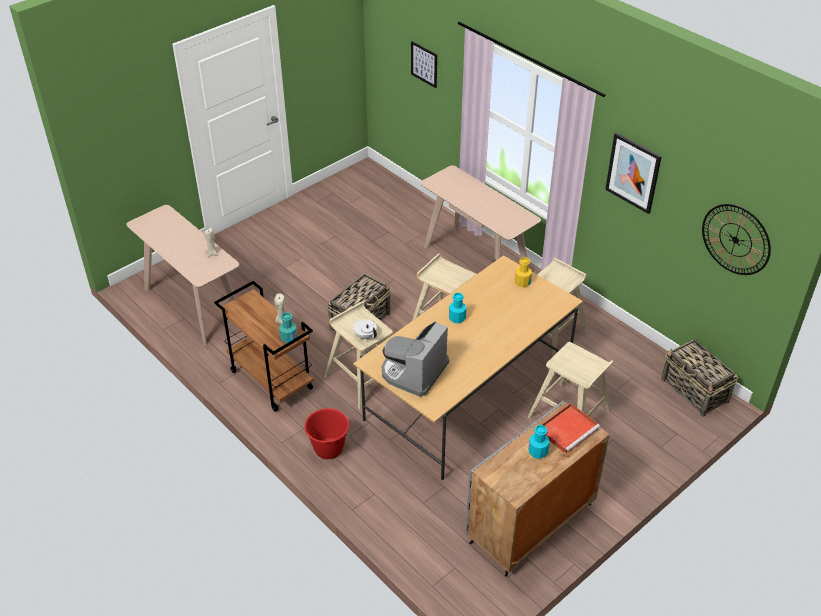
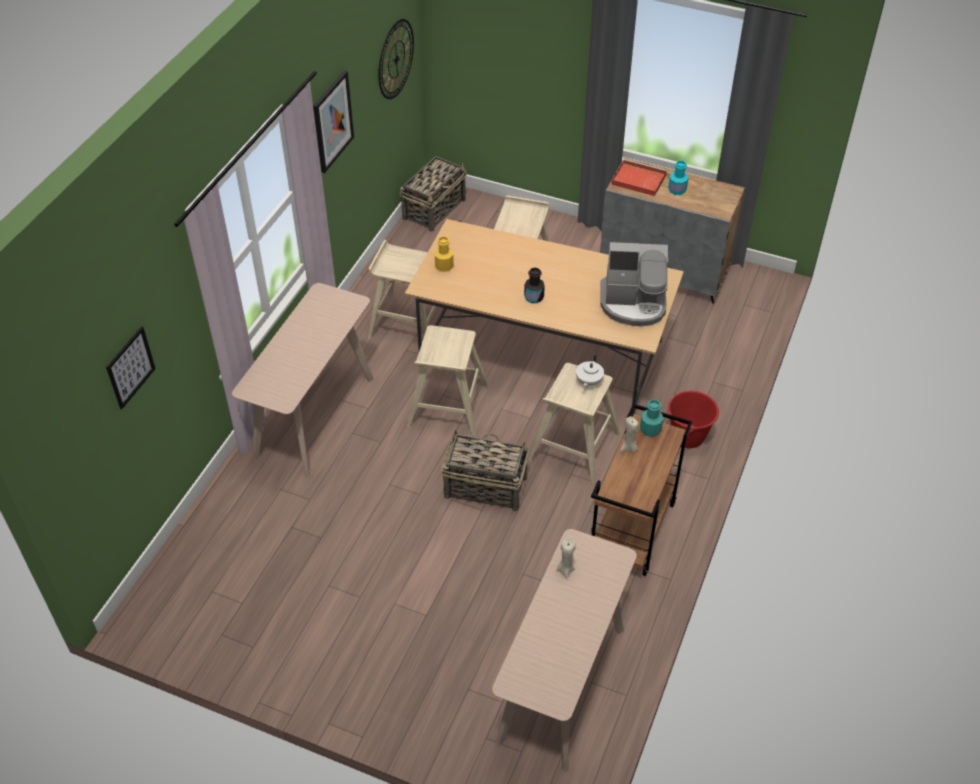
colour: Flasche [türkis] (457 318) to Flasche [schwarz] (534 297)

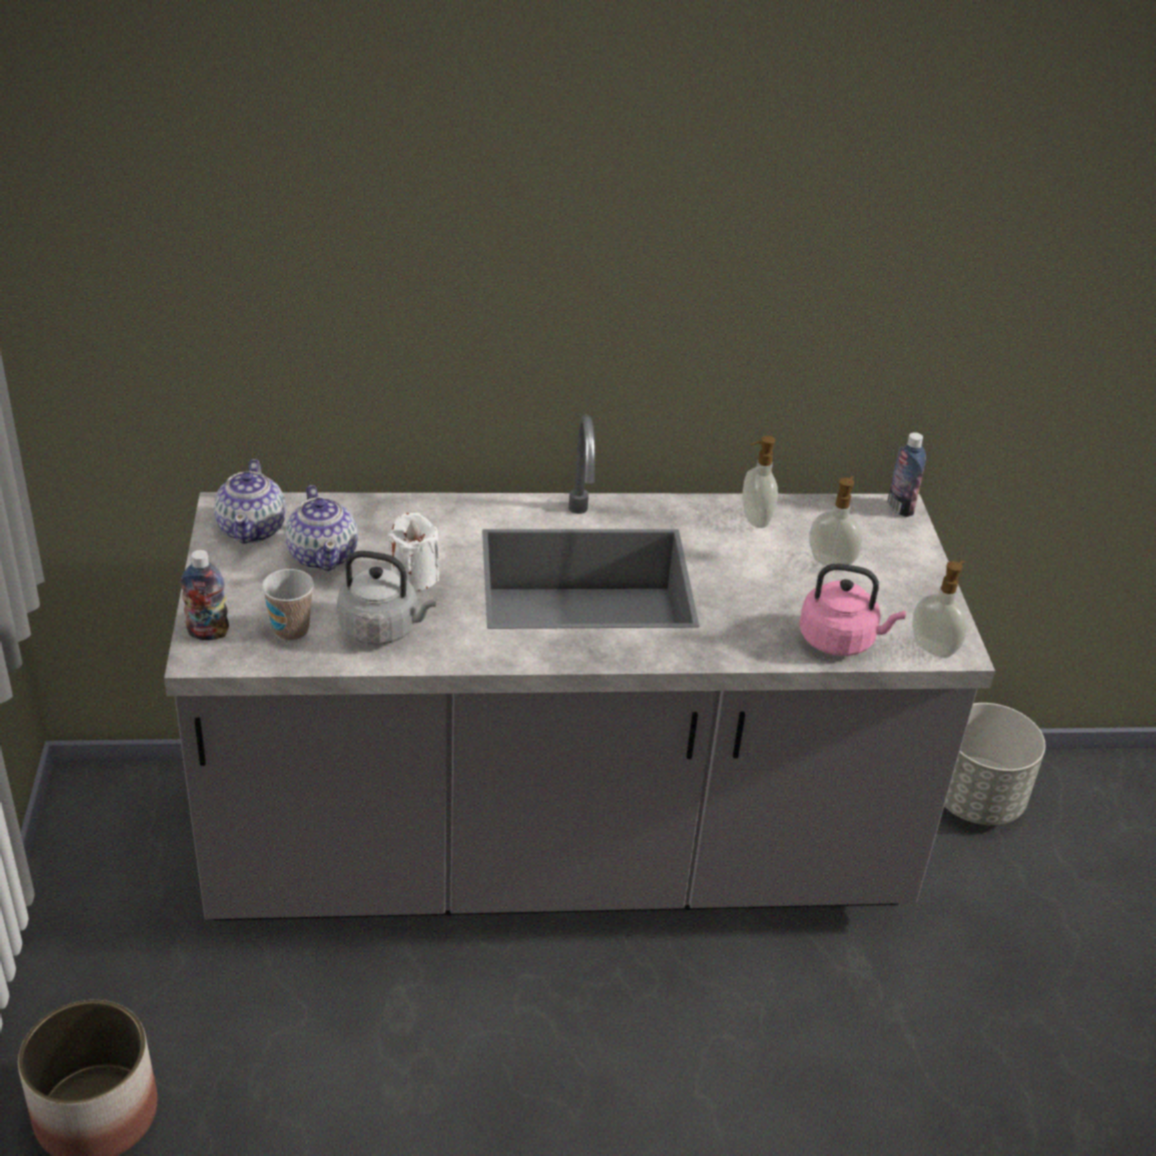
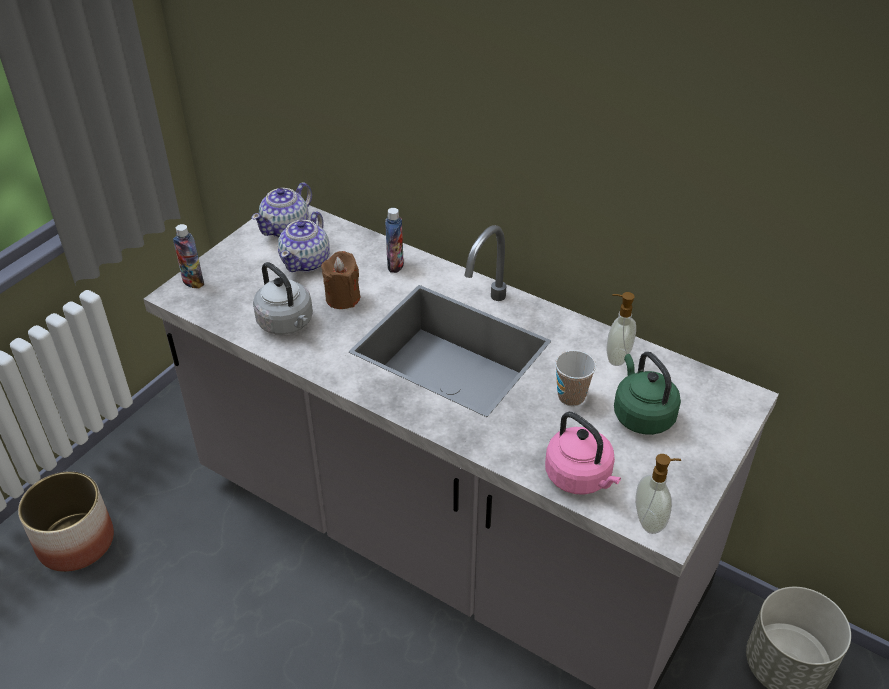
relocated: Flasche (900 508) to (395 265); Tasse (291 630) to (571 397)
exchanged: Seifenspender (831 562) to Wasserkessel [grün] (641 415)
colour: Kerze [weiß] (414 576) to Kerze [braun] (342 298)

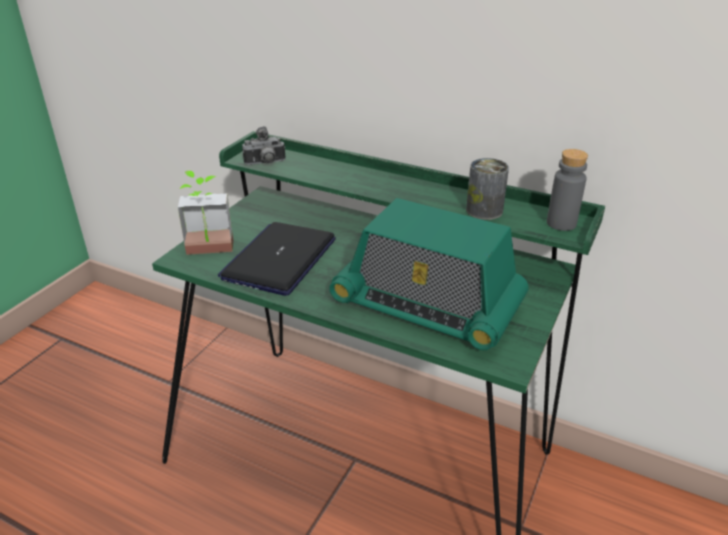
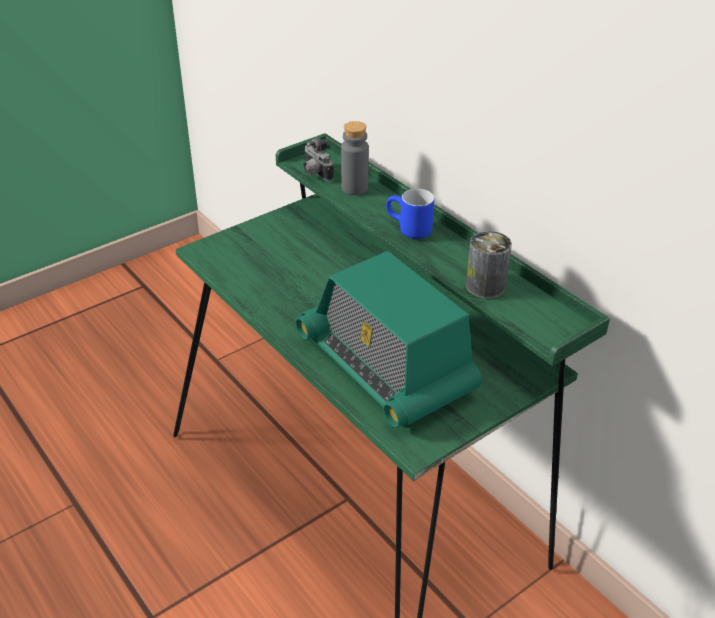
missing: Topfpflanze (209 252); Laptop (279 259)
appeared: Henkelbecher [blau] (407 230)
relocated: Flasche [grau] (561 223) to (354 188)
spun: Kamera (265 163) = (315 174) 45 degrees clockwise

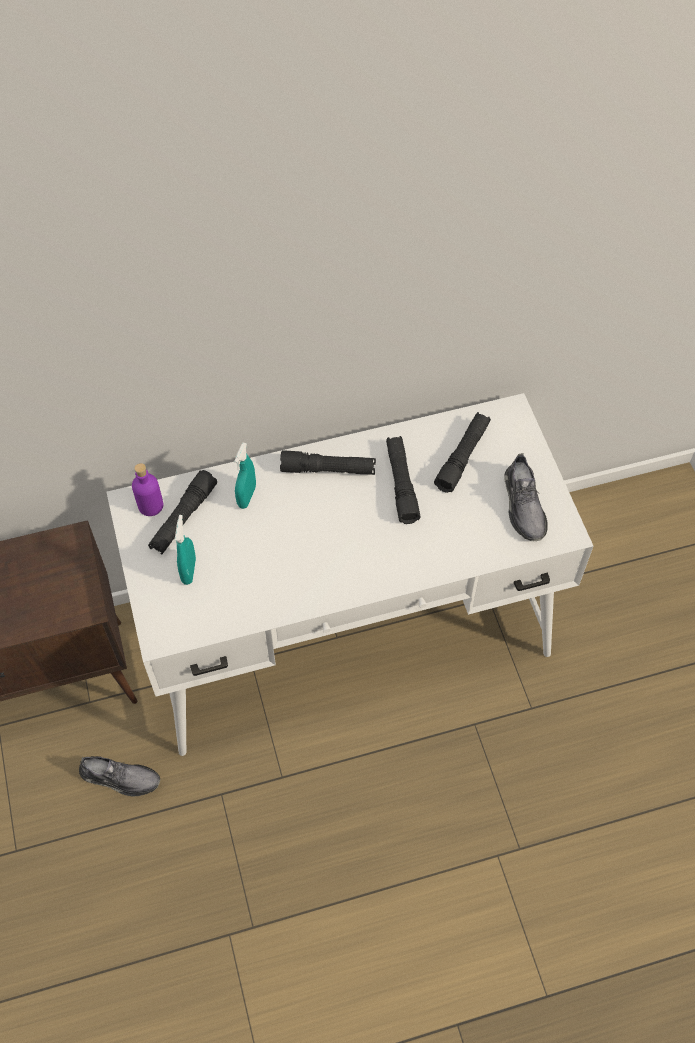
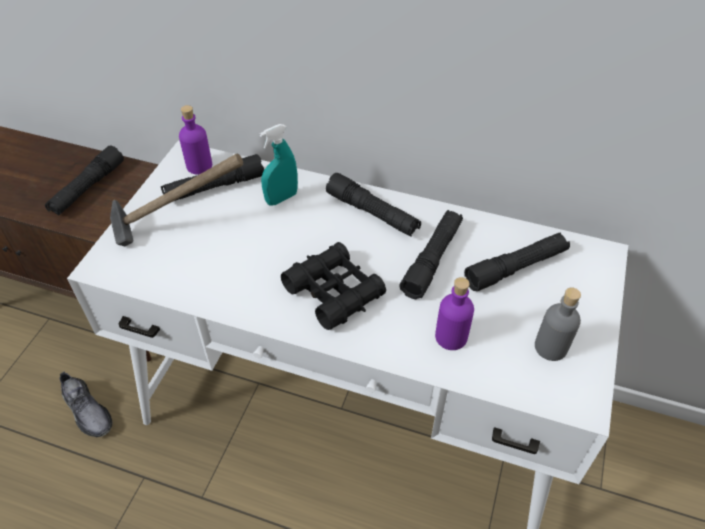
appeared: Taschenlampe [schwarz] (88 188); Fernglas [schwarz] (334 292); Flasche [lila] (451 337)
exchanged: Schuh [grau] (524 505) to Flasche [grau] (551 347); Sprühflasche [türkis] (189 571) to Hammer (177 228)

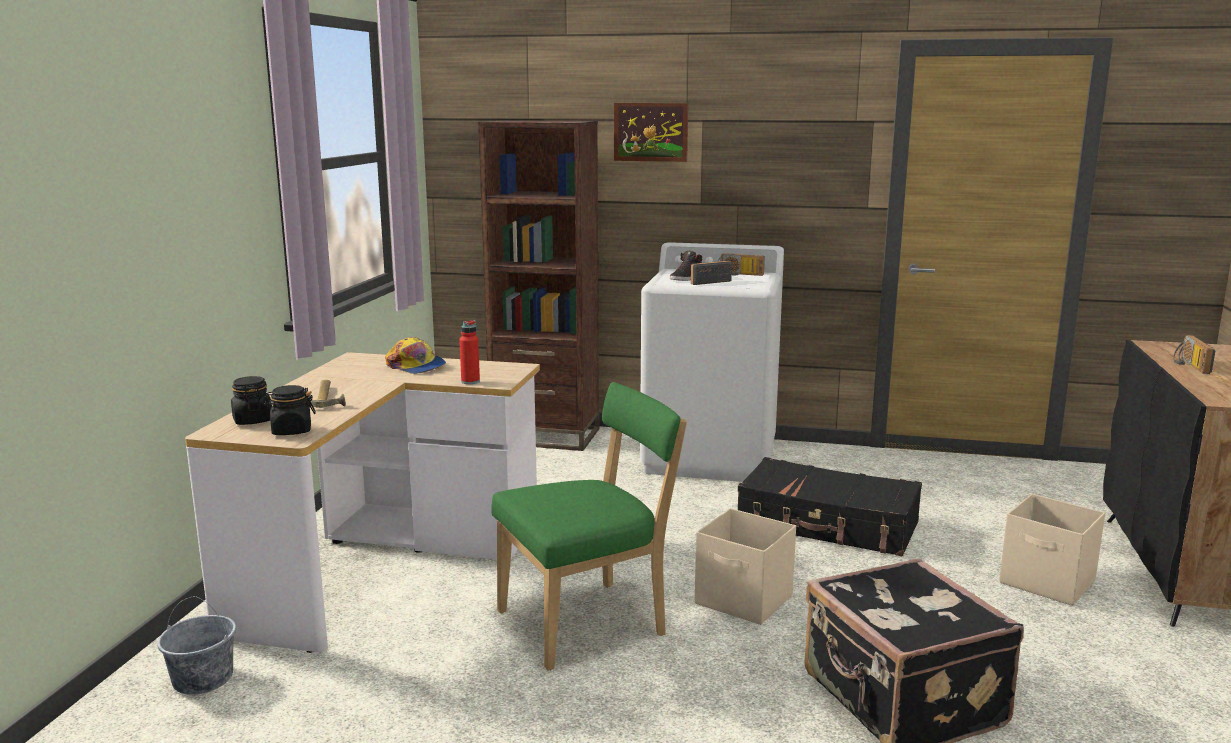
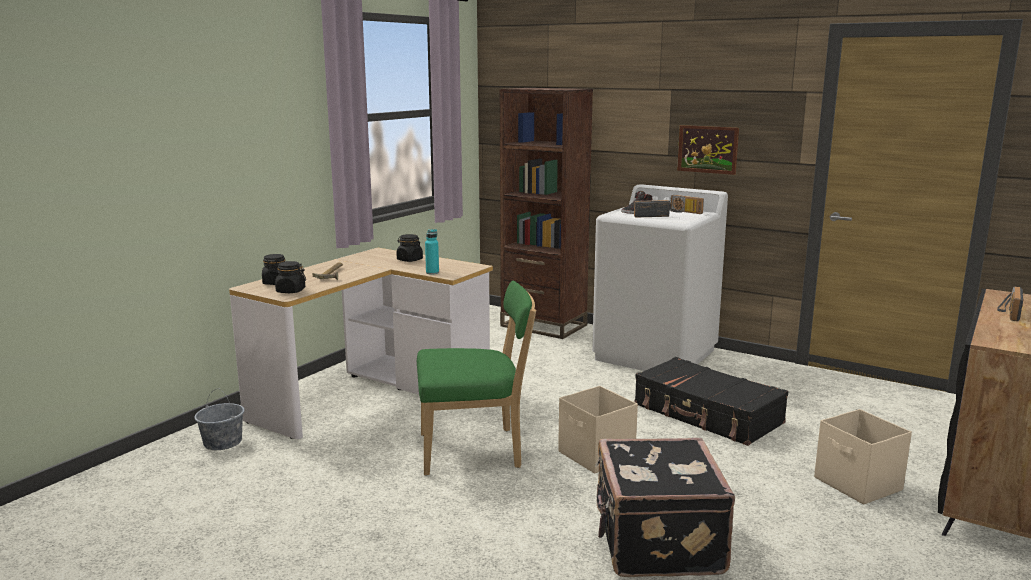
relocated: Bild (650 132) to (707 149)
exchanged: Kappe (416 366) to Vorratsglas [schwarz] (409 260)
colour: Flasche [rot] (470 381) to Flasche [türkis] (432 272)

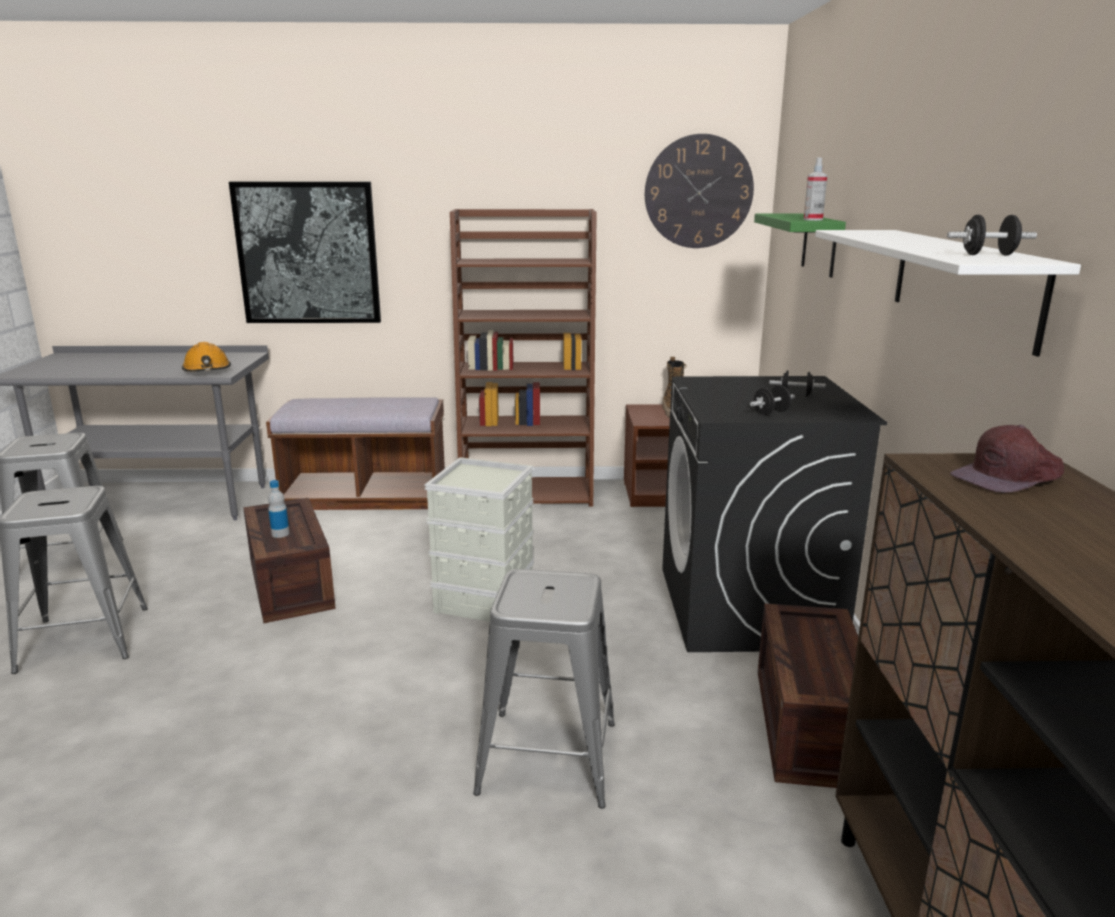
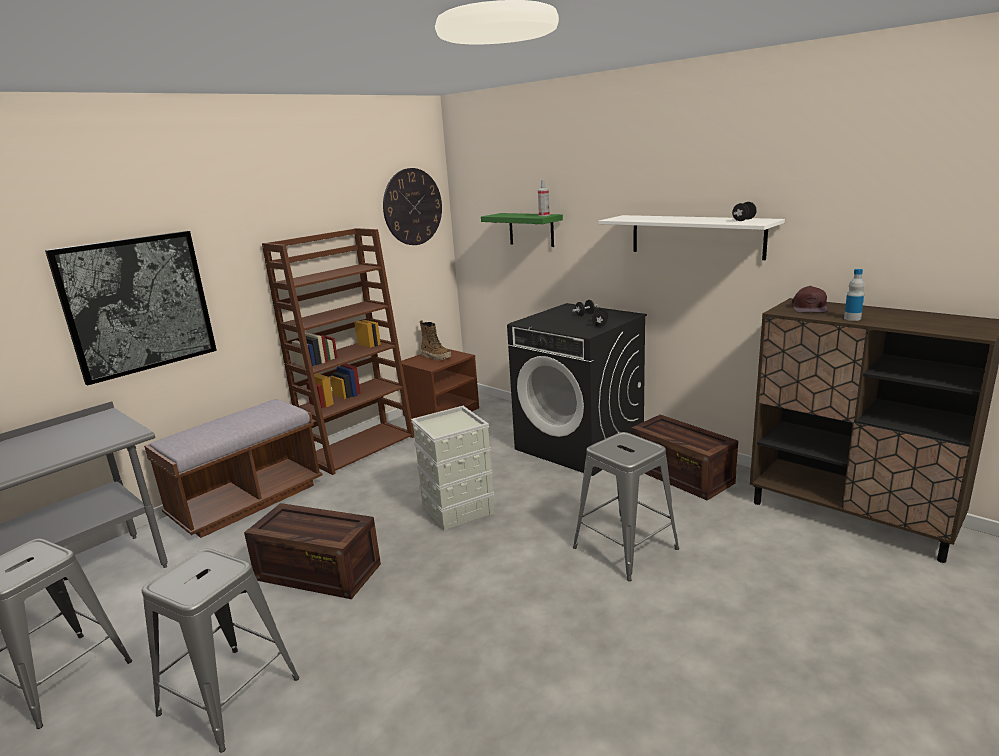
missing: Schutzhelm [orange] (207 370)
relocated: Flasche (280 534) to (852 318)

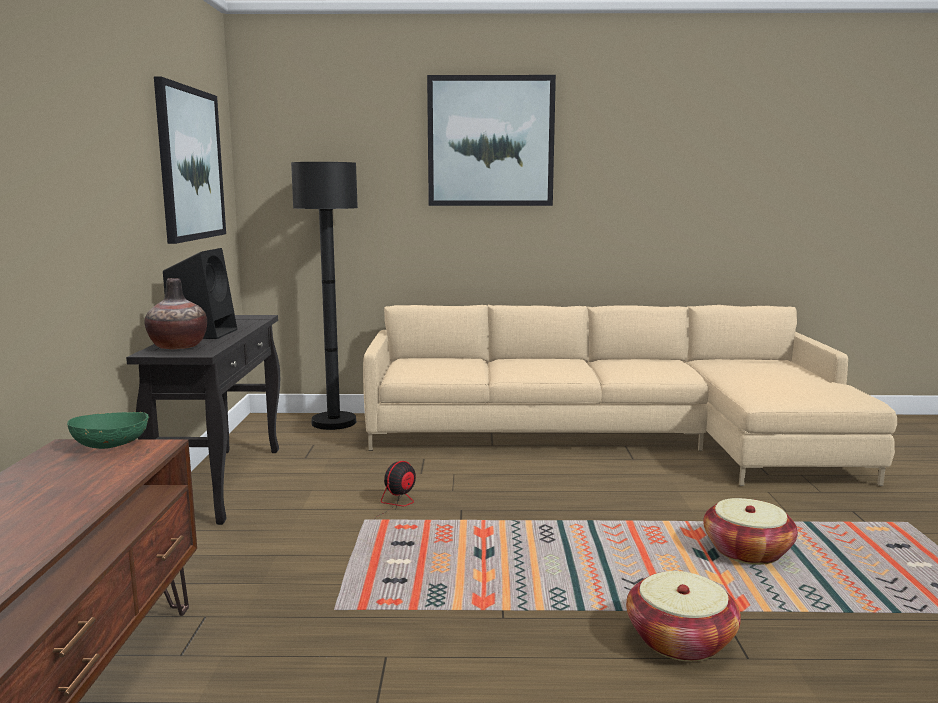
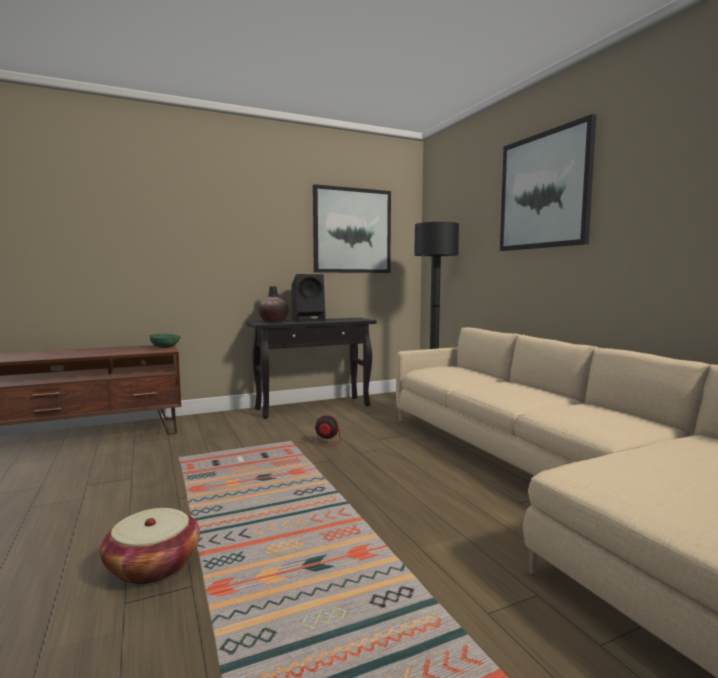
missing: Korb (747 551)

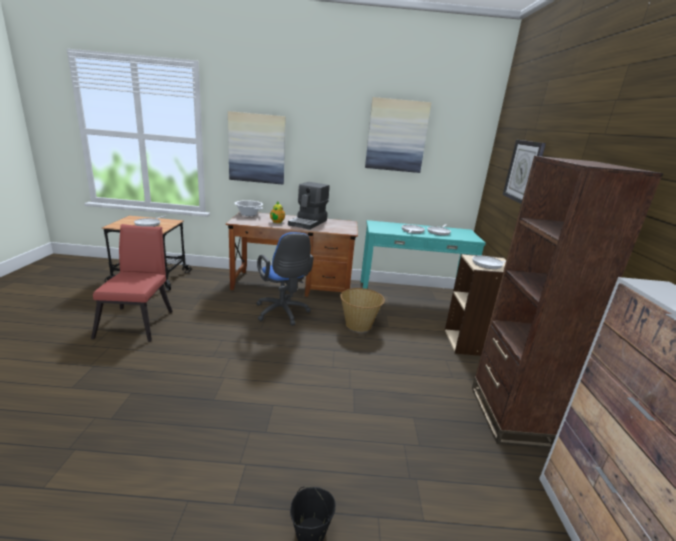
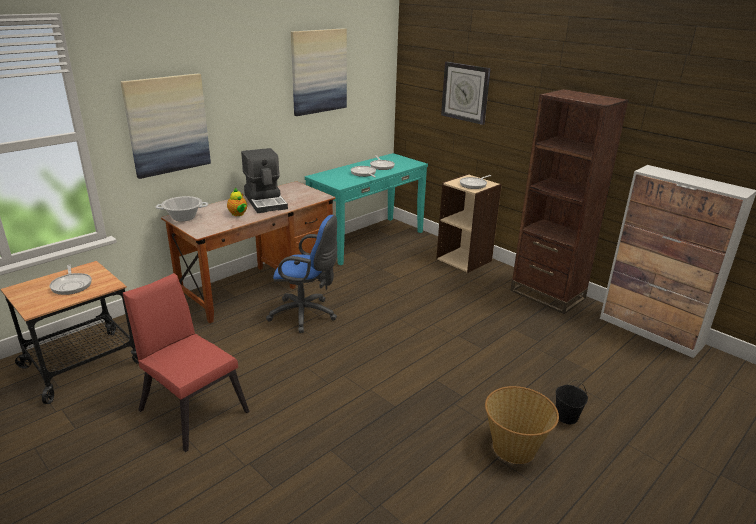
relocated: Korb (359 324) to (514 447)

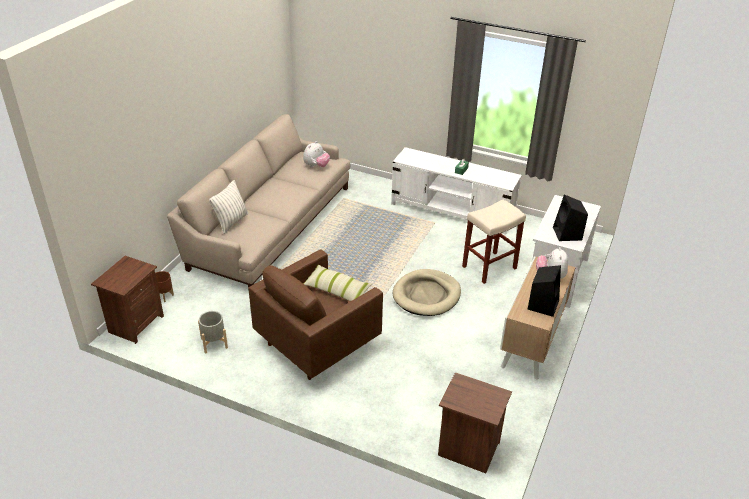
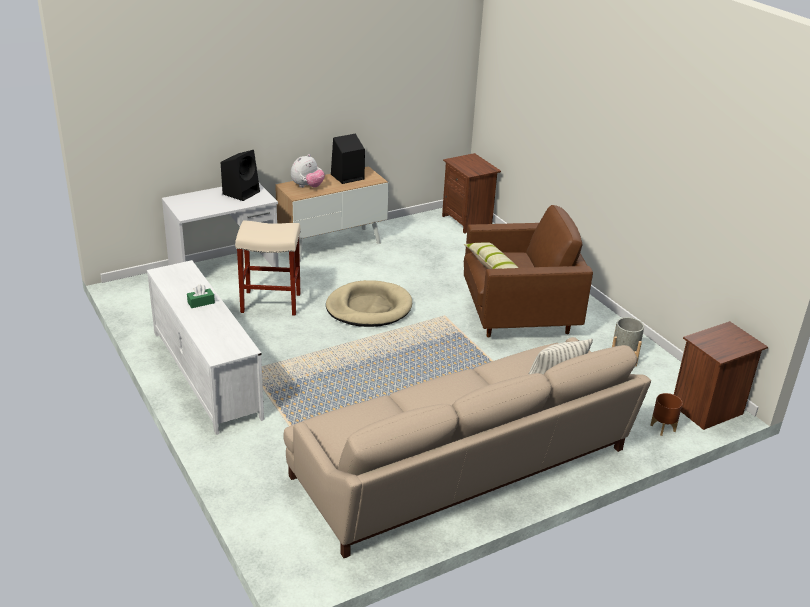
missing: Plüschtier (316 166)

